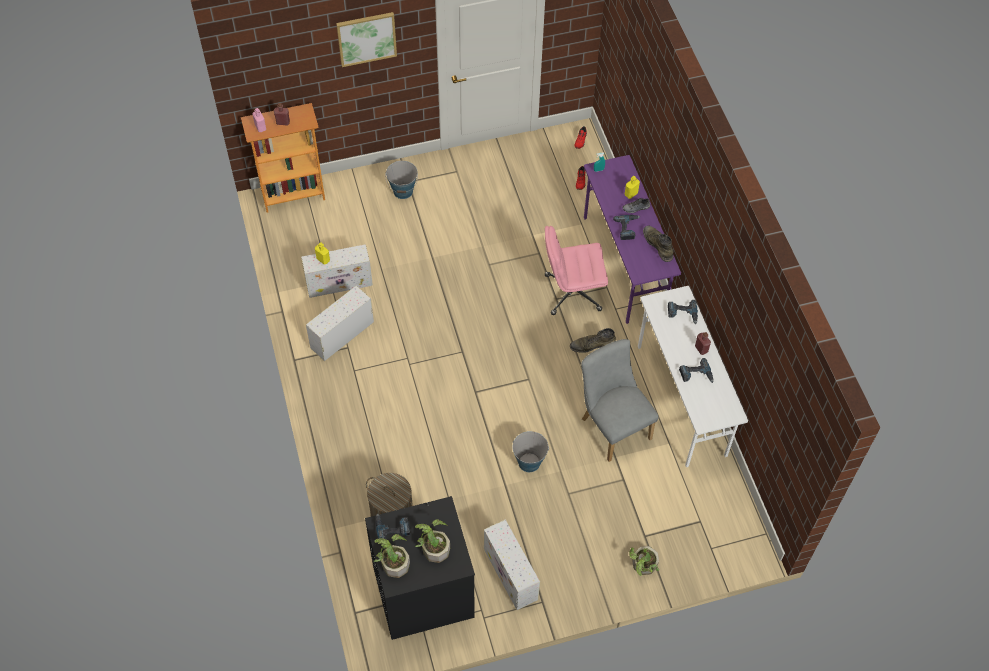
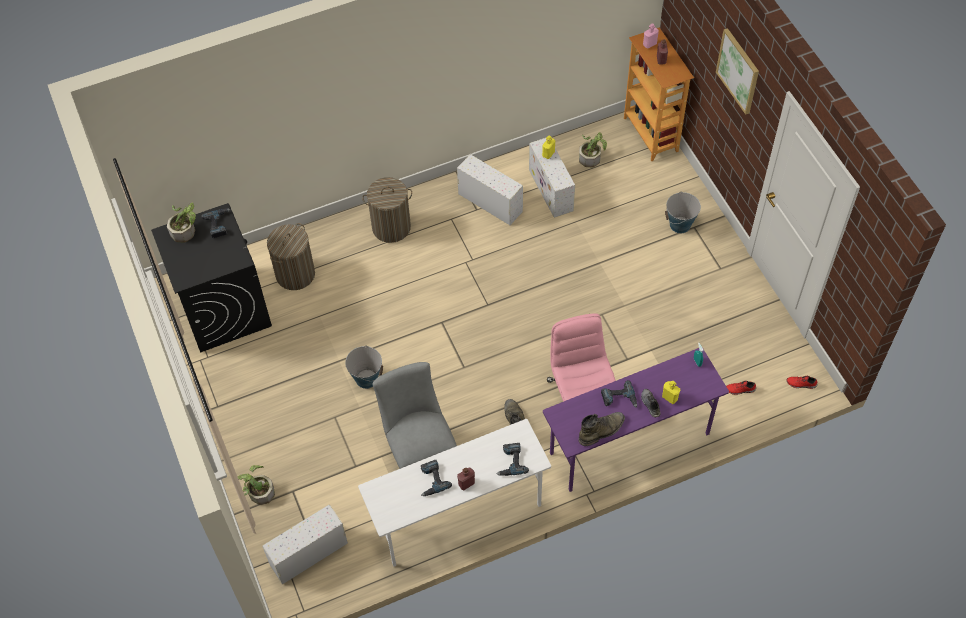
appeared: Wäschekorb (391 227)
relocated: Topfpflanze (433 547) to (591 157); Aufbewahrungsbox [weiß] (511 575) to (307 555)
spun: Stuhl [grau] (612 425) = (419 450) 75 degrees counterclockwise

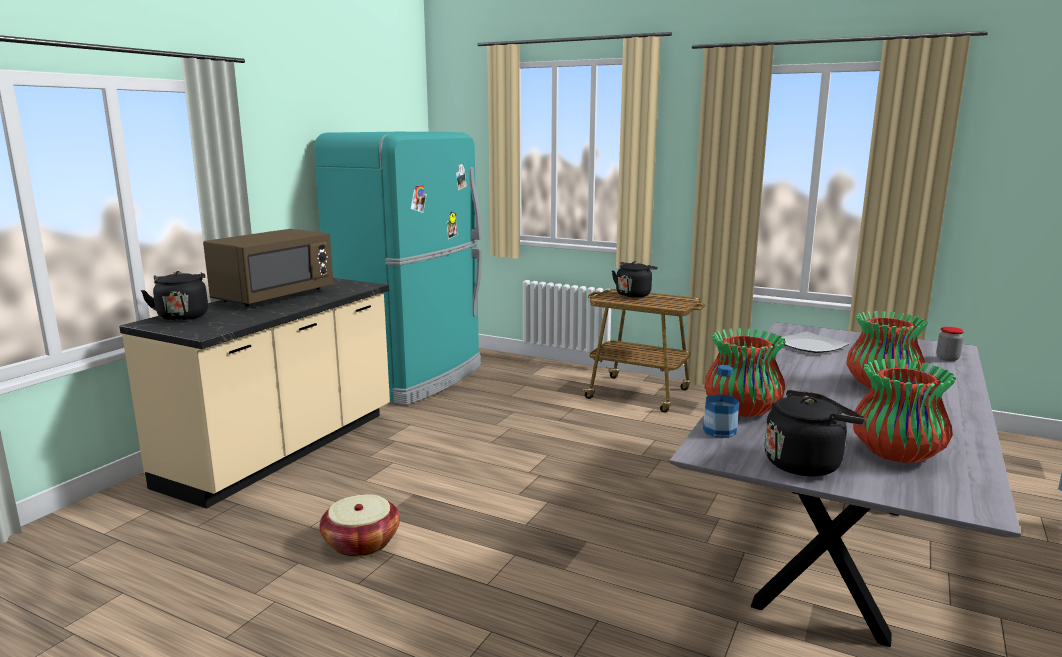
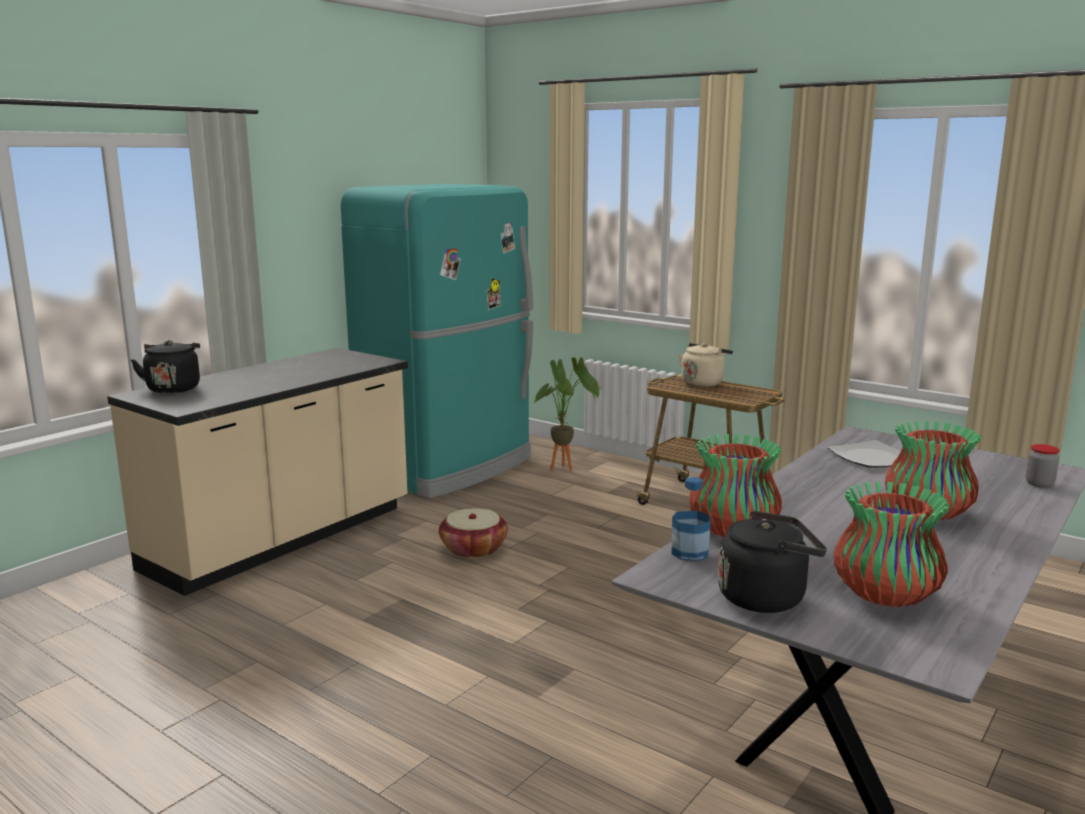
missing: Mikrowelle [braun] (274 296)
appeared: Topfpflanze (567 468)
relocated: Korb (361 543) to (473 549)
colour: Wasserkessel [schwarz] (634 294) to Wasserkessel [beige] (703 383)

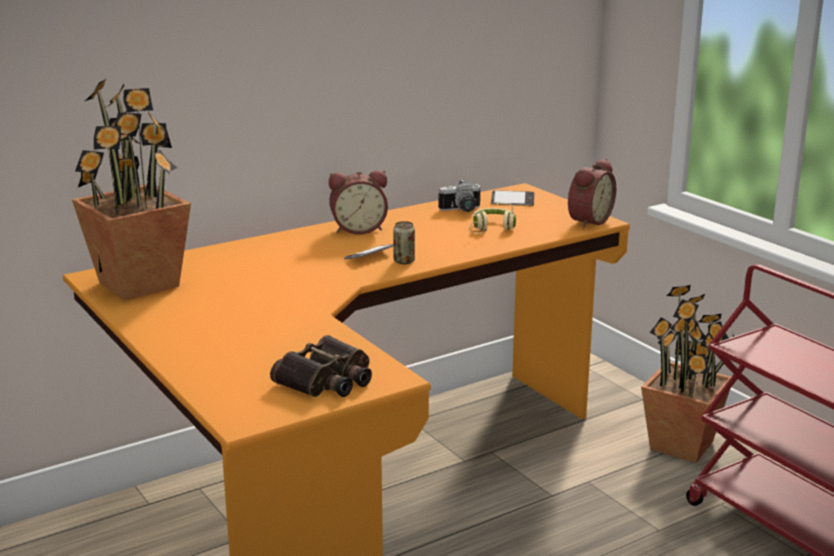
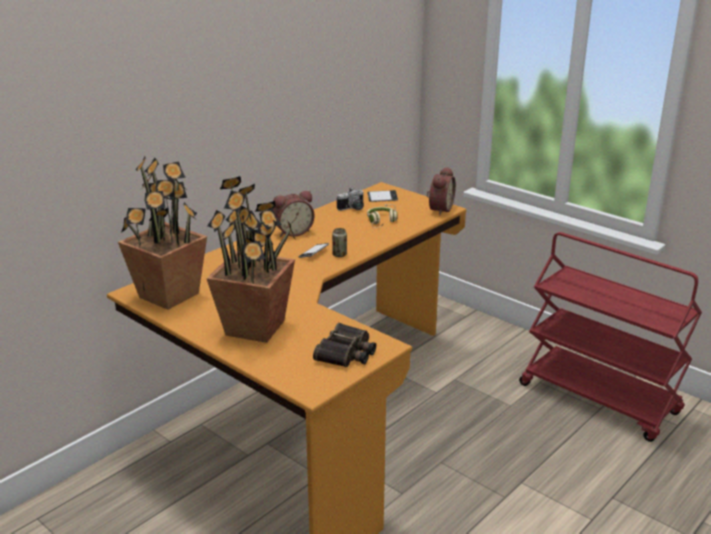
relocated: Topfpflanze (683 445) to (256 328)

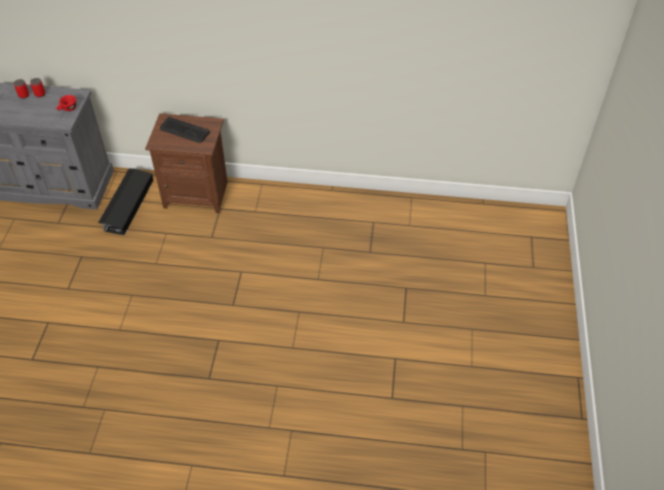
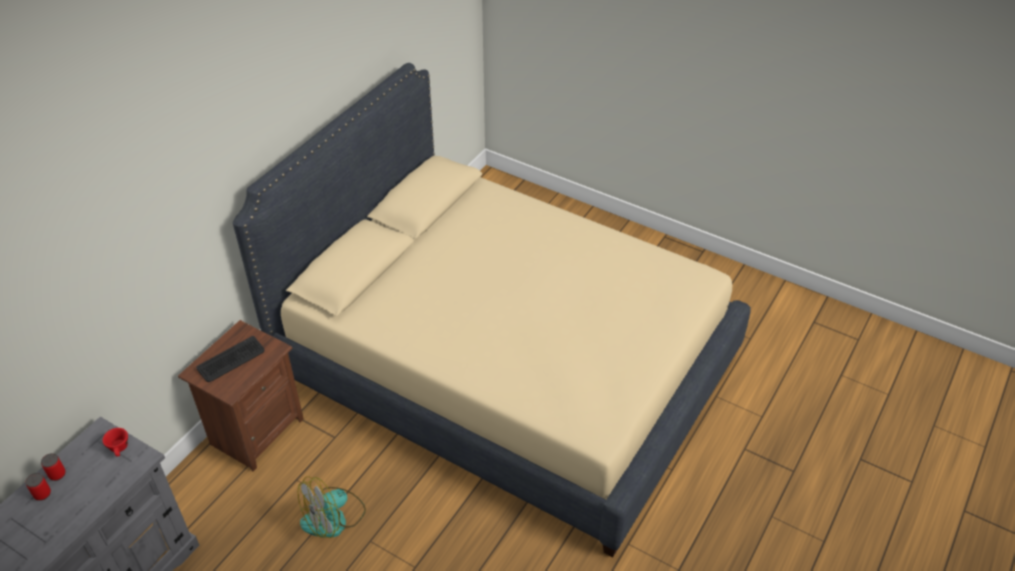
missing: Aufbewahrungsbox [schwarz] (127 205)
appeared: Bett [beige] (507 369); Ventilator (333 518)

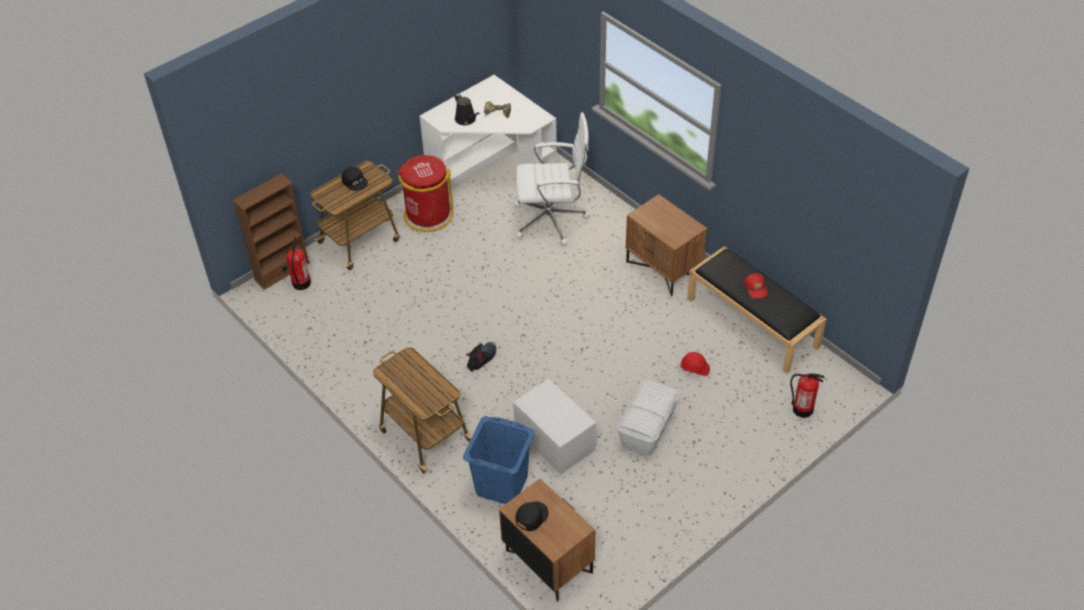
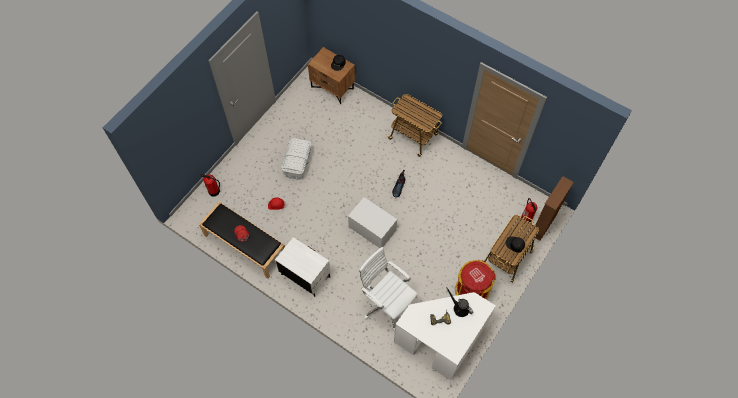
missing: Wäschekorb [blau] (501 485)
relocated: Aufbewahrungsbox [weiß] (555 439) to (372 228)
colour: Nachttisch [braun] (663 268) to Nachttisch [weiß] (305 276)
spun: Bürostuhl [weiß] (552 220) = (387 303) 60 degrees clockwise

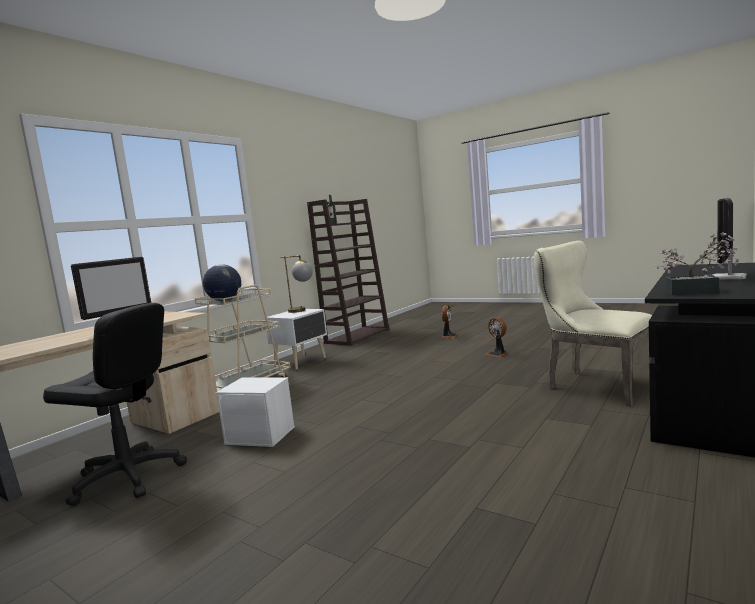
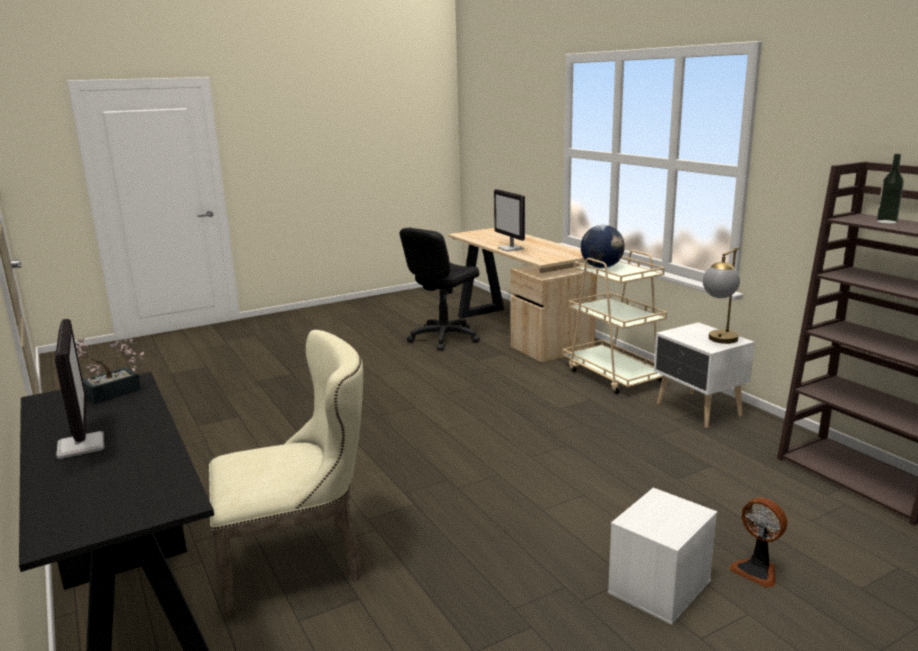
missing: Ventilator (498 355)
relocated: Aufbewahrungsbox [weiß] (261 435) to (659 588)

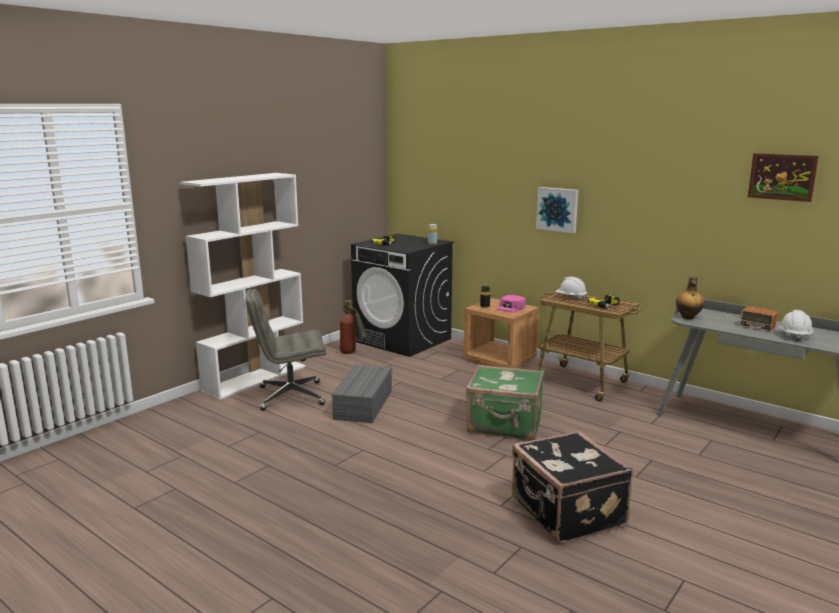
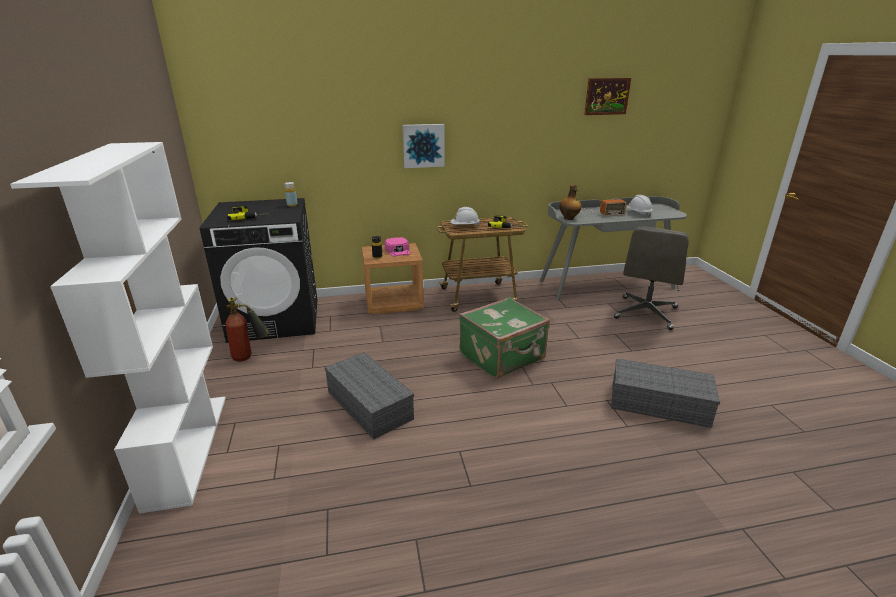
relocated: Bürostuhl [grau] (290 396) to (646 313)
exchanged: Koffer [schwarz] (565 513) to Aufbewahrungsbox [grau] (660 403)

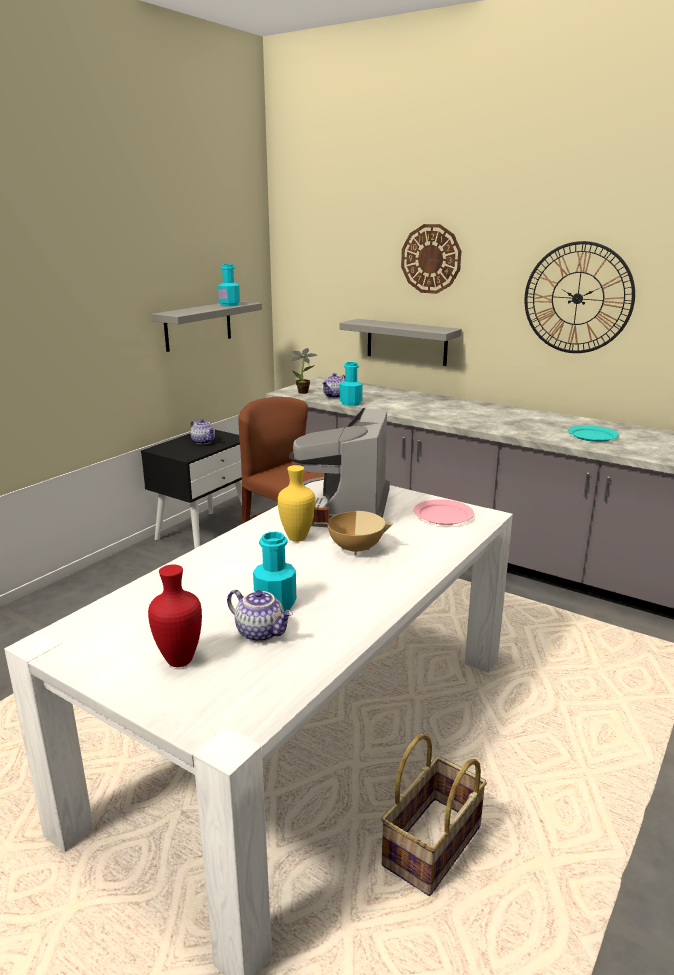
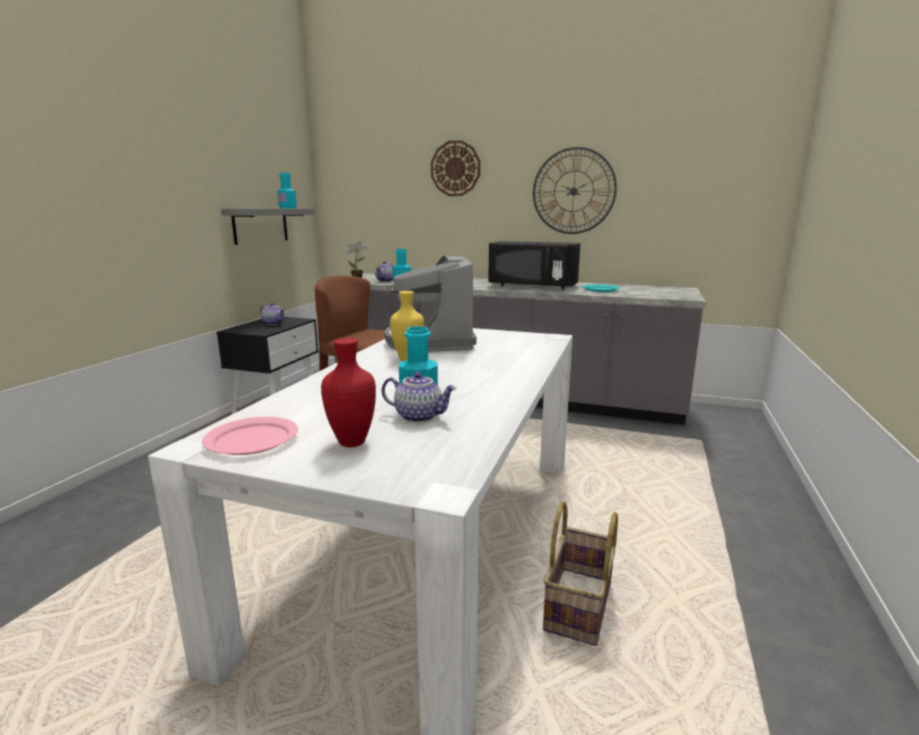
missing: Wandregal [grau] (406 342); Kochtopf [beige] (355 548)
appeared: Mikrowelle [schwarz] (532 286)
relocated: Teller [rosa] (443 515) to (252 440)

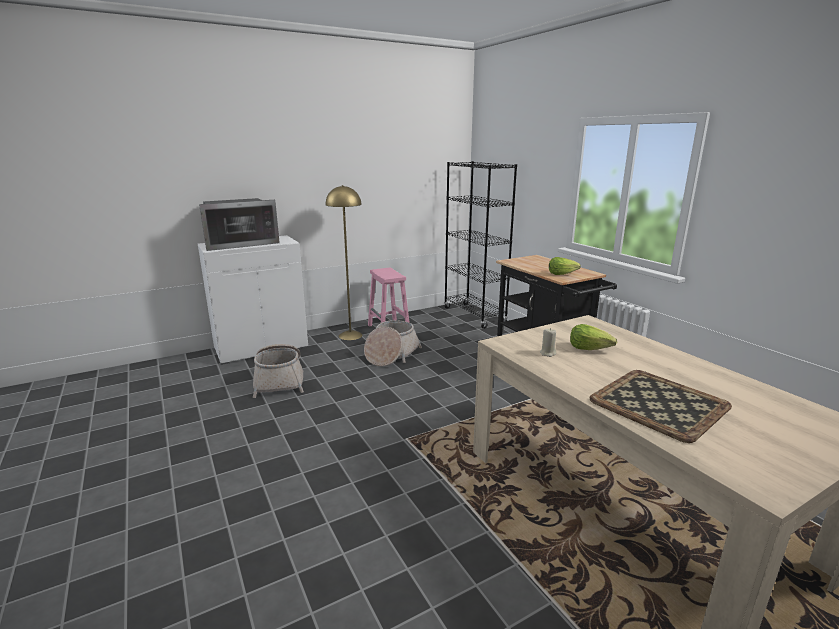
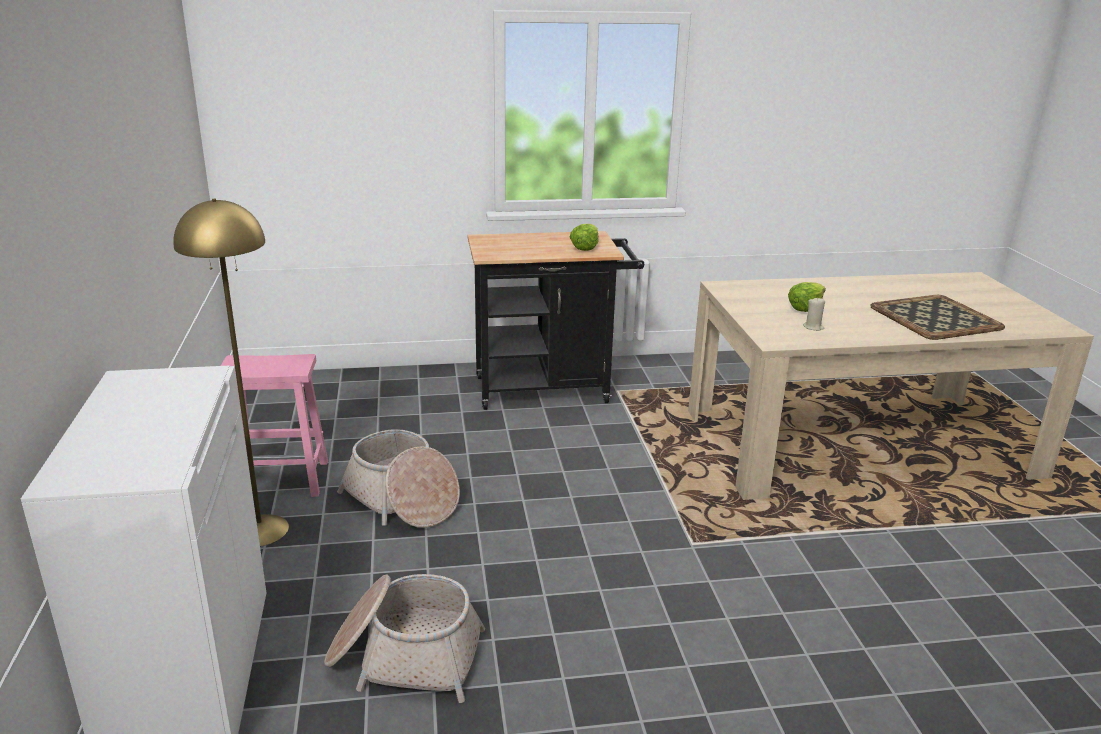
missing: Bücherregal [schwarz] (474 316); Mikrowelle (240 243)

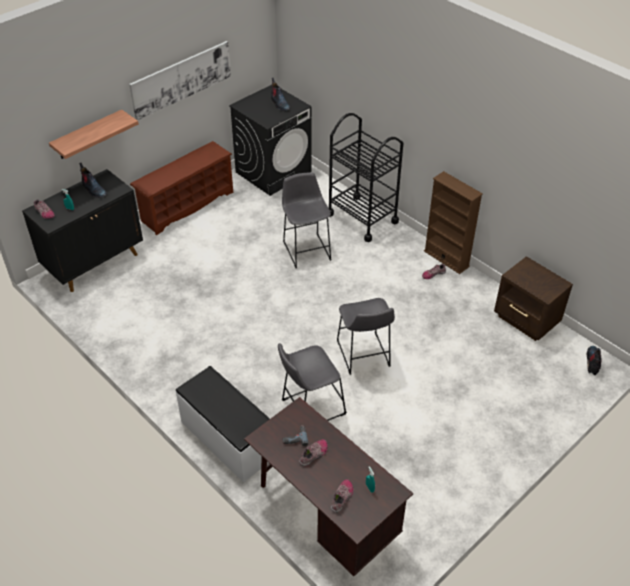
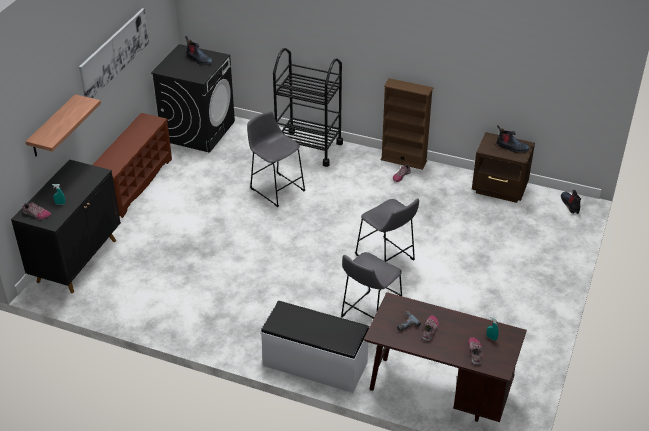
relocated: Stiefel (93 190) to (511 147)

